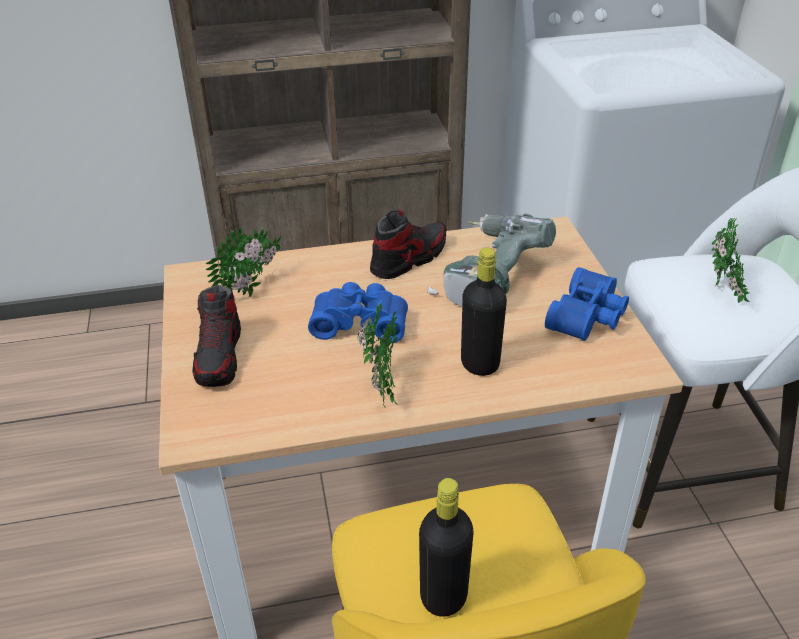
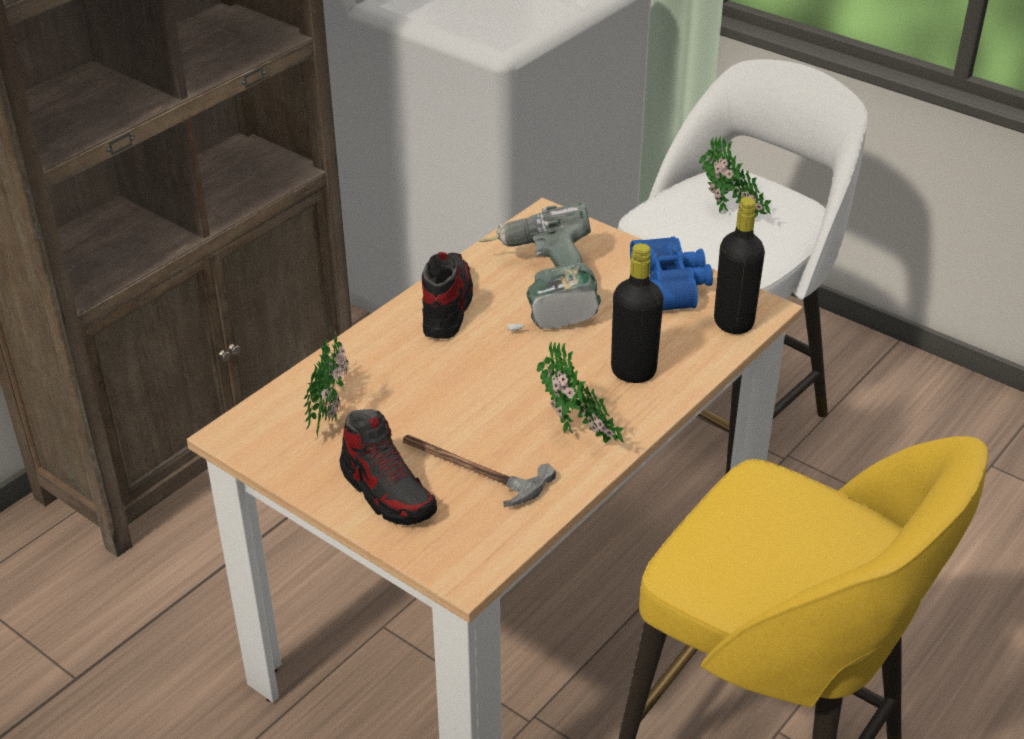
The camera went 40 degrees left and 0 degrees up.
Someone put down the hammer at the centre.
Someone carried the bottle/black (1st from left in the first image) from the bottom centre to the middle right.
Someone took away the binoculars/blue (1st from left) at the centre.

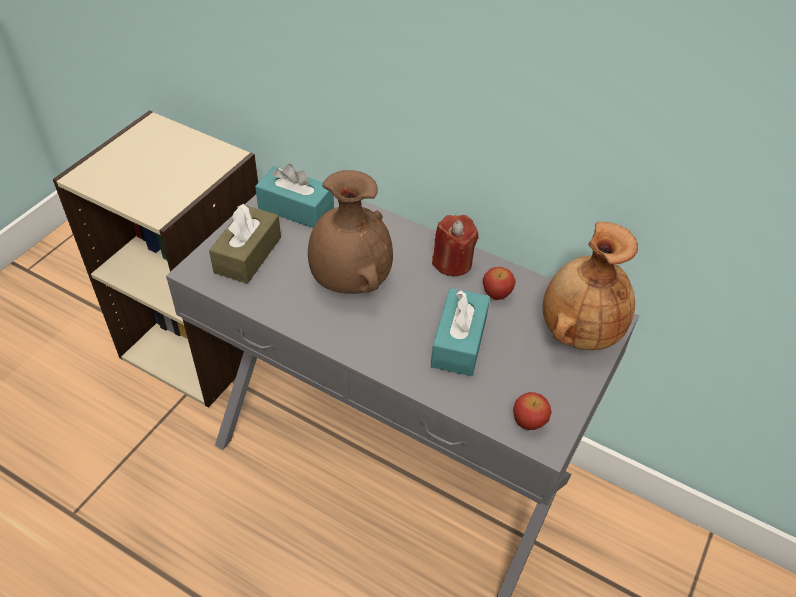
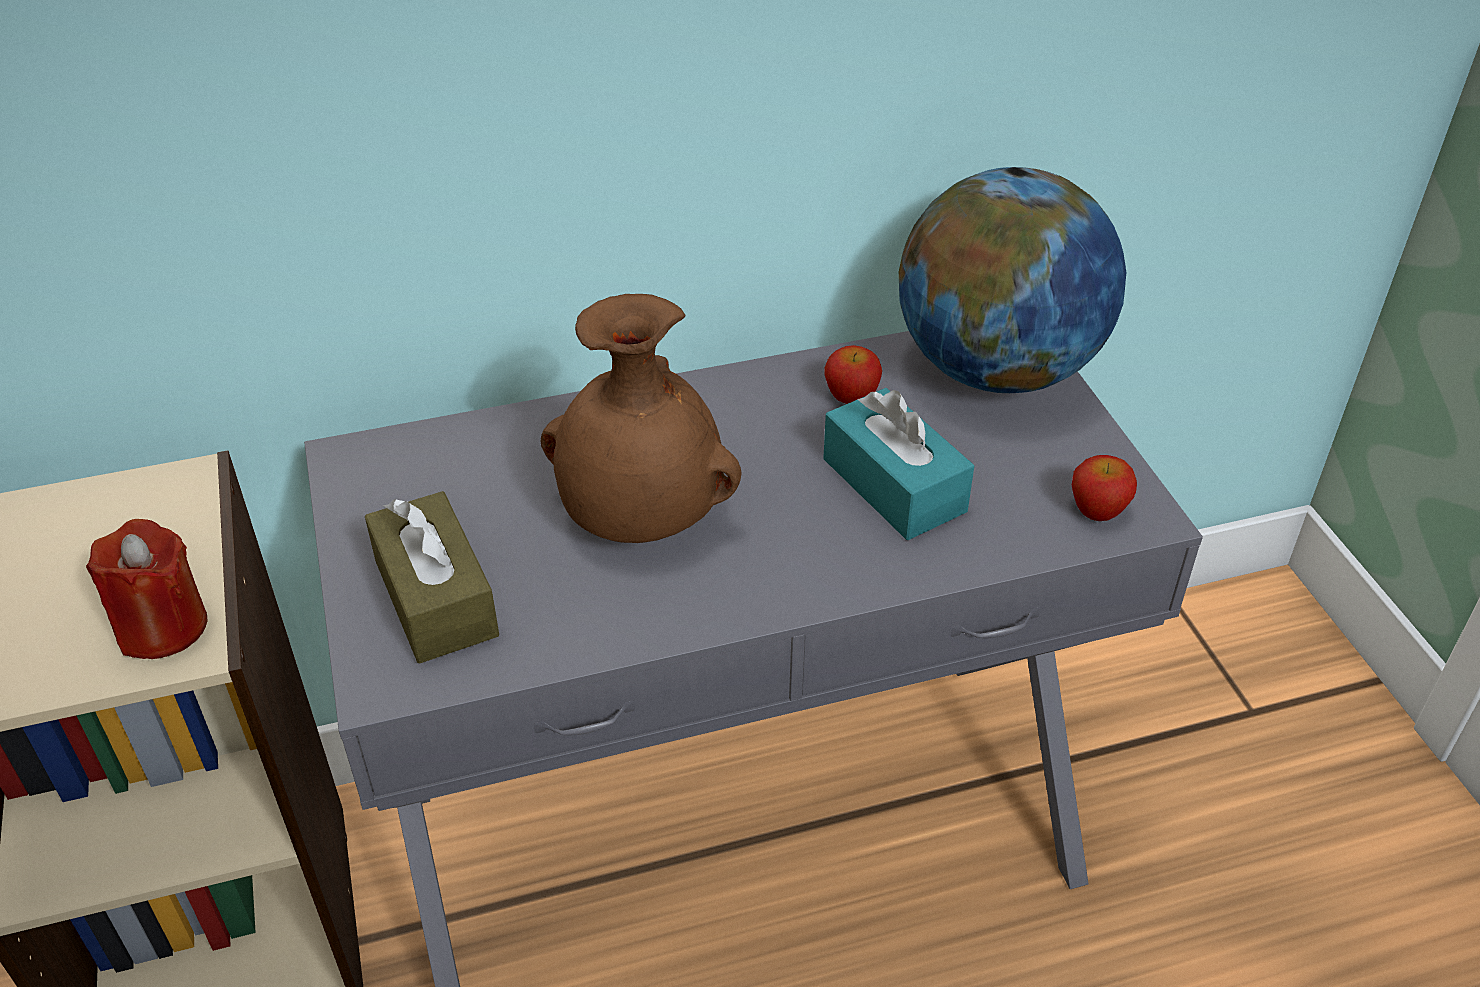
The camera went 45 degrees left and 5 degrees down.
Someone carried the candle/red from the centre to the middle left.
Someone swapped the vase/brown (2nd from left) at the middle right for the globe at the top right.
Someone took away the tissue box/turquoise (1st from left) at the top centre.

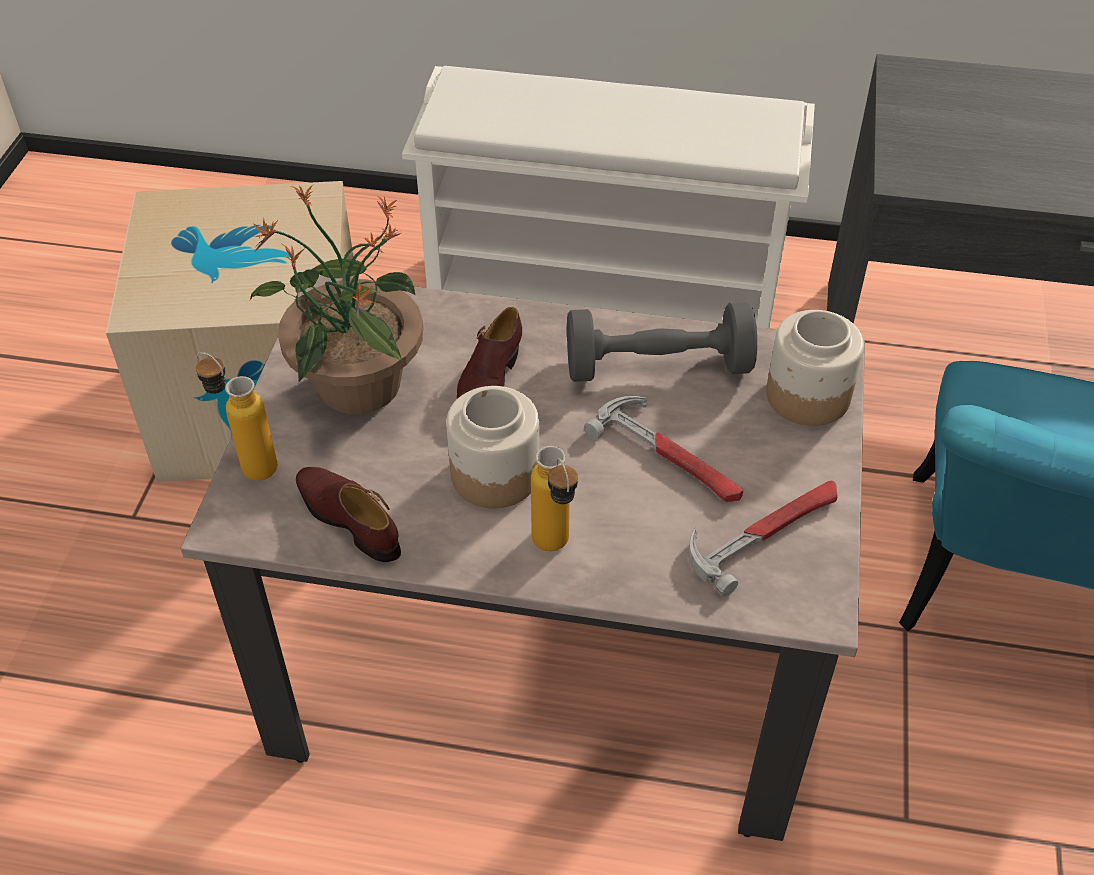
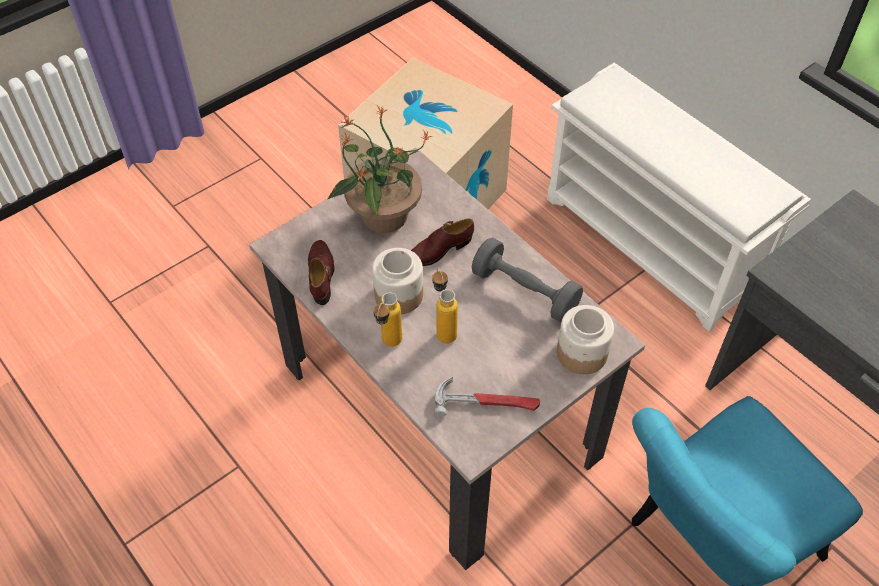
The camera went 40 degrees right and 5 degrees up.
Someone carried the bottle (1st from left in the first image) from the middle left to the centre.
Someone took away the hammer (1st from left) at the centre.

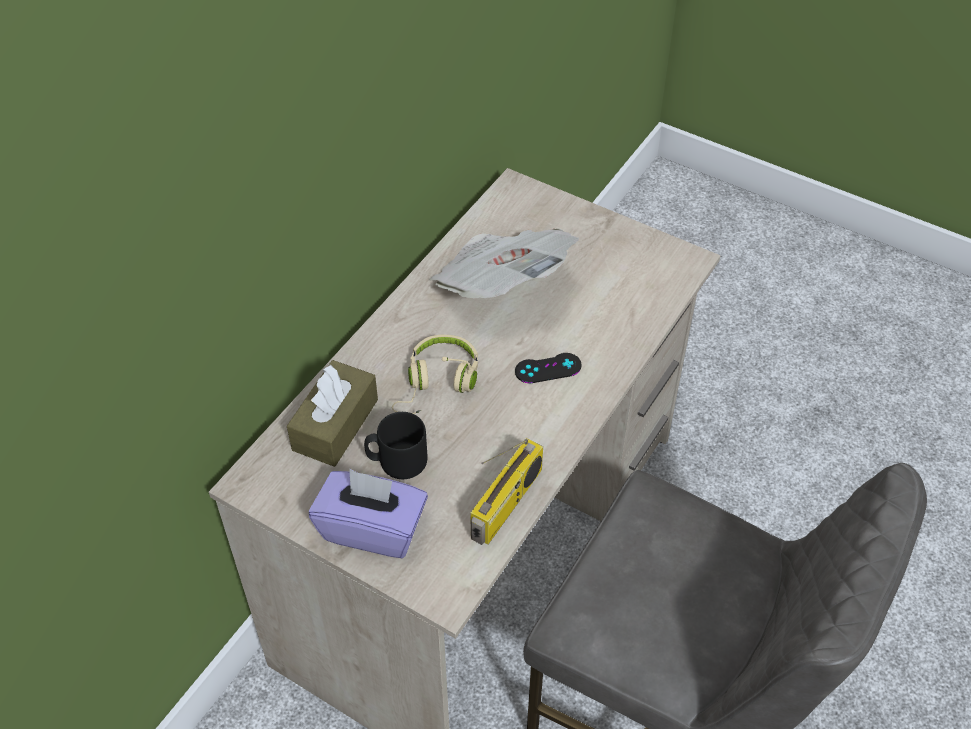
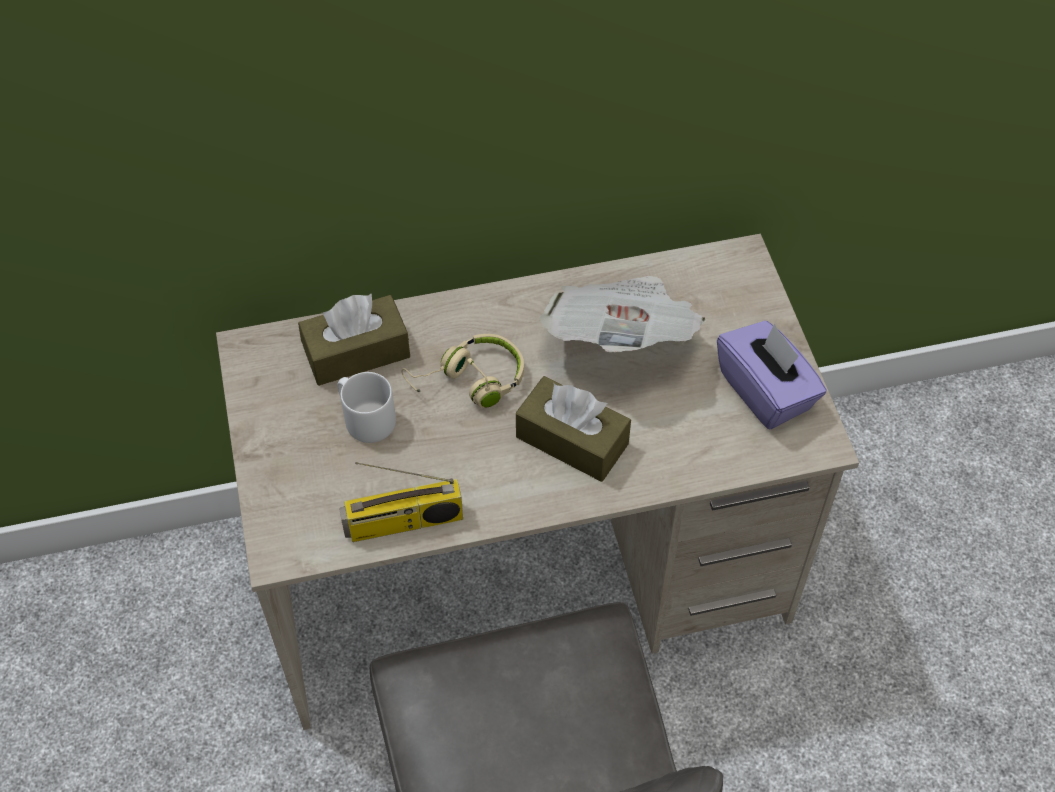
The camera went 45 degrees right and 5 degrees up.
Someone repainted the mug/black at the centre, which became the mug/white at the centre.
Someone swapped the game controller/black at the centre for the tissue box/brown (2nd from left) at the centre.
Someone carried the tissue box/purple from the bottom centre to the middle right.

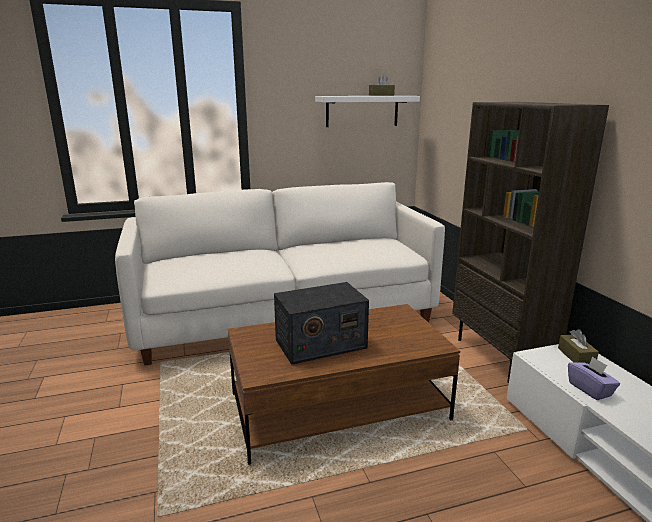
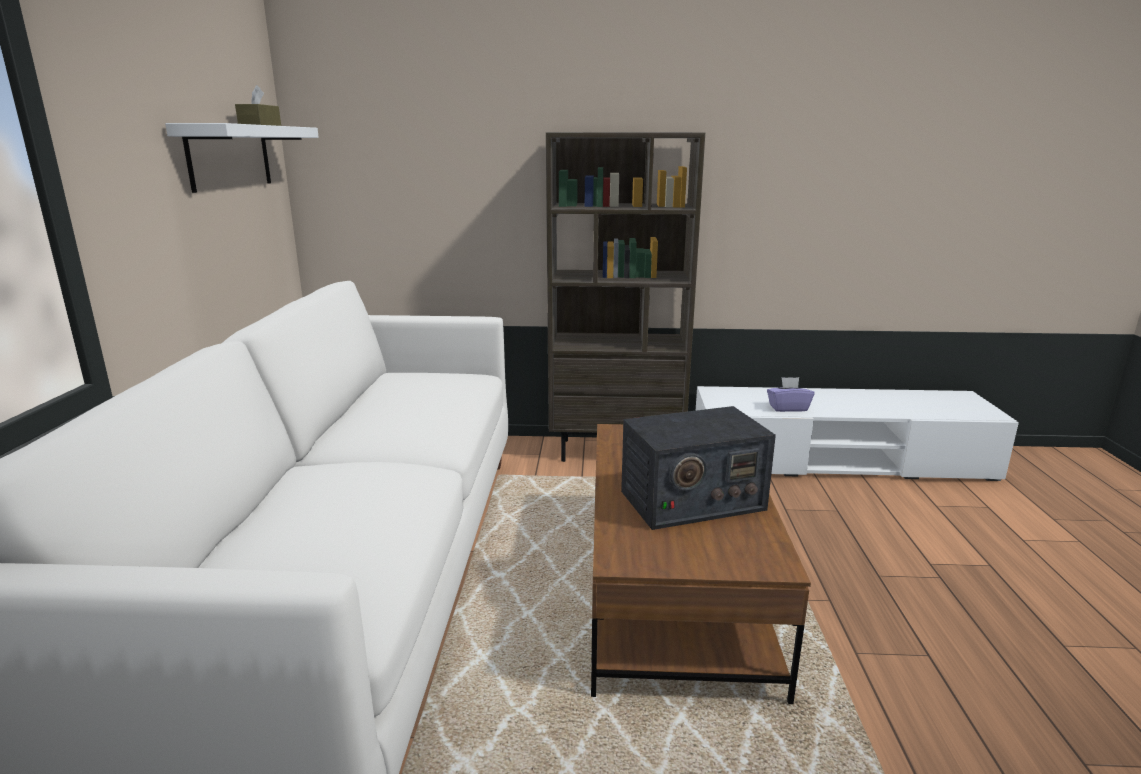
The camera went 70 degrees left and 0 degrees up.
Someone rotated the radio at the centre by 75 degrees clockwise.
Someone took away the tissue box/brown (2nd from left) at the middle right.

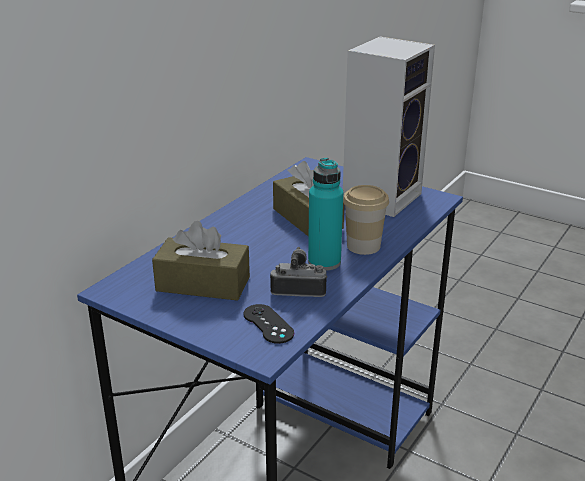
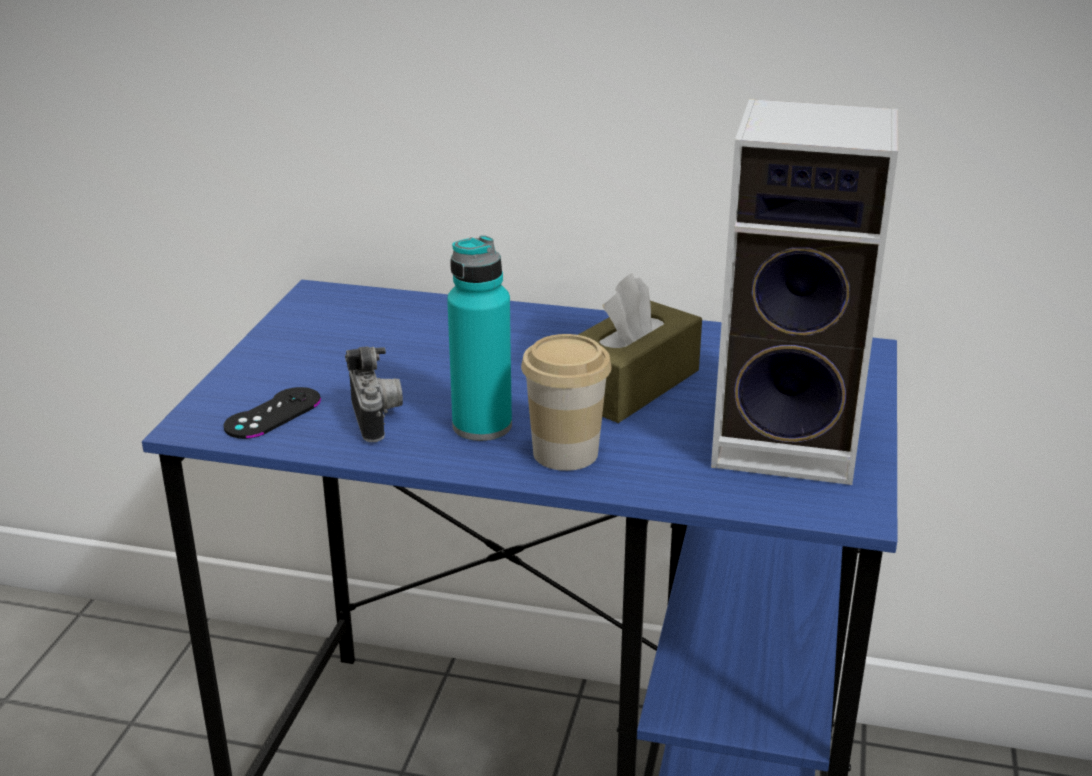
The camera went 70 degrees right and 0 degrees up.
Someone took away the tissue box/brown (1st from left) at the centre.

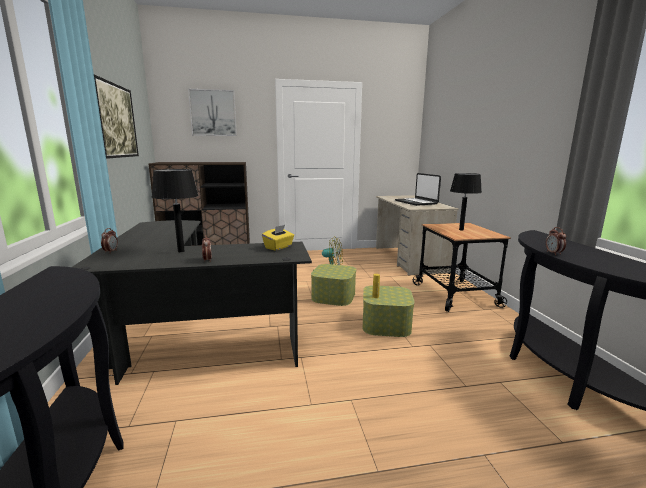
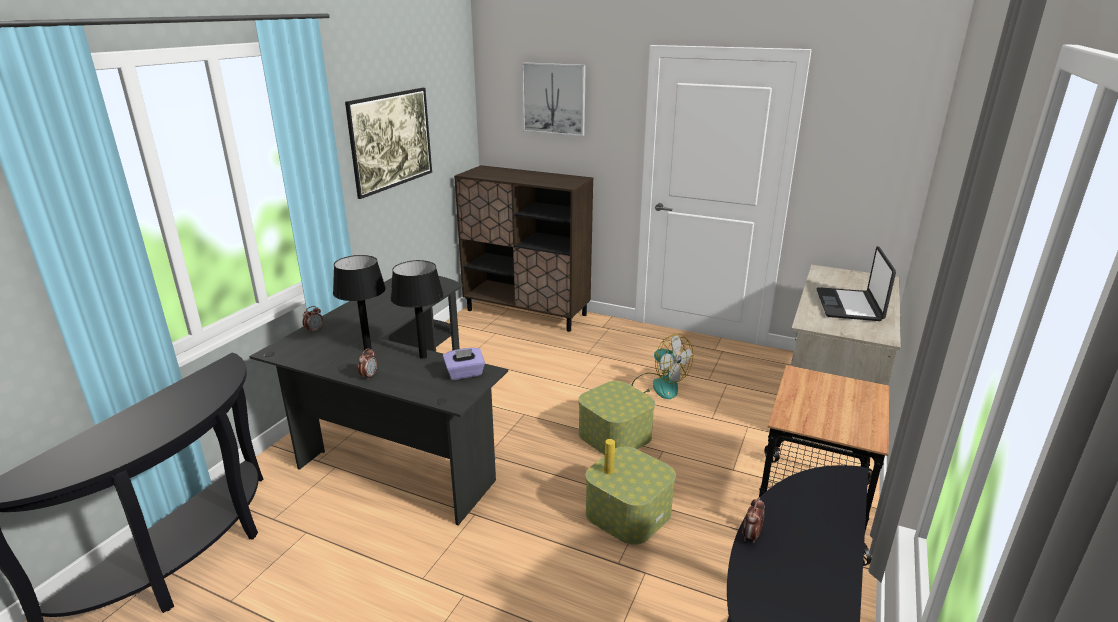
The camera went 35 degrees right and 10 degrees up.
Someone carried the table lamp/black (2nd from left) from the middle right to the centre.
Someone repainted the tissue box/yellow at the centre, which became the tissue box/purple at the centre.

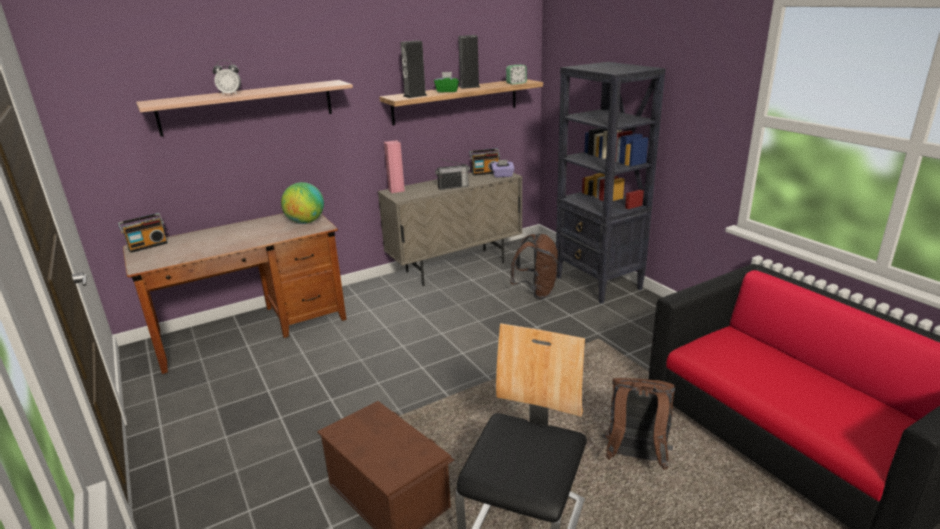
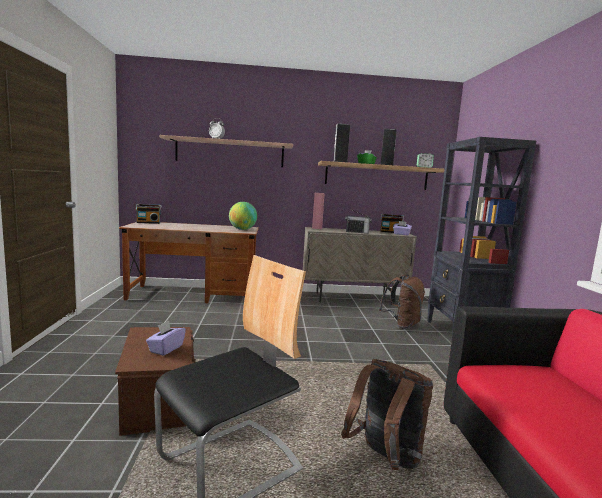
The camera went 25 degrees right and 15 degrees down.
Someone put down the tissue box/purple (1st from left) at the bottom left.

